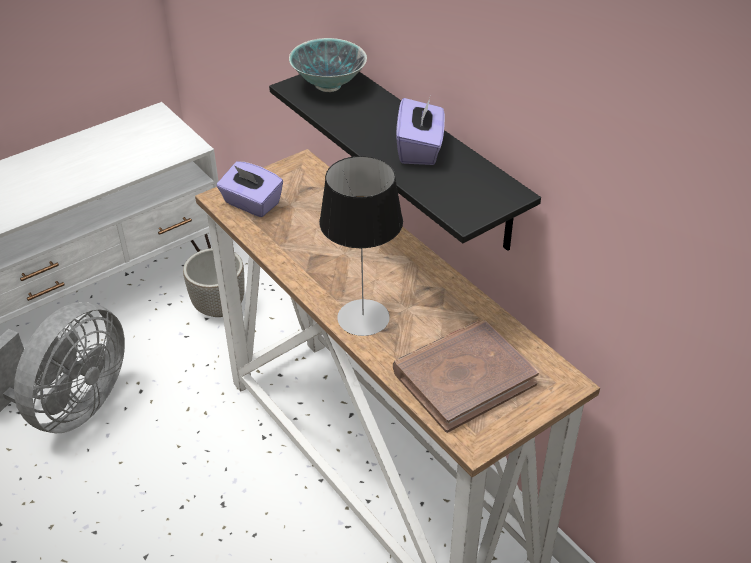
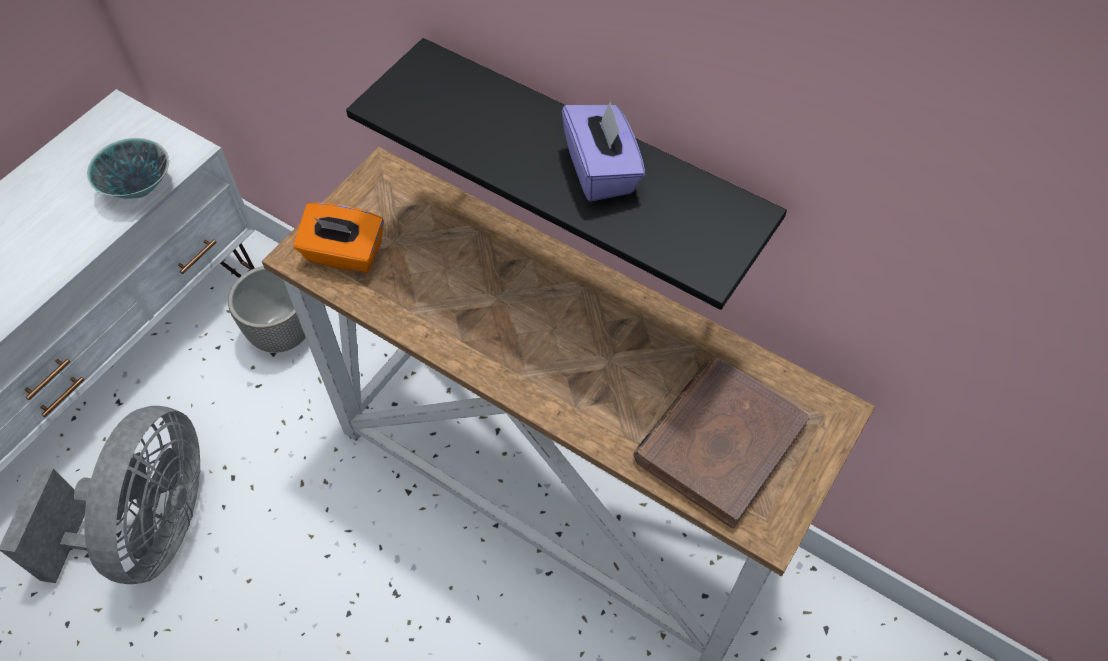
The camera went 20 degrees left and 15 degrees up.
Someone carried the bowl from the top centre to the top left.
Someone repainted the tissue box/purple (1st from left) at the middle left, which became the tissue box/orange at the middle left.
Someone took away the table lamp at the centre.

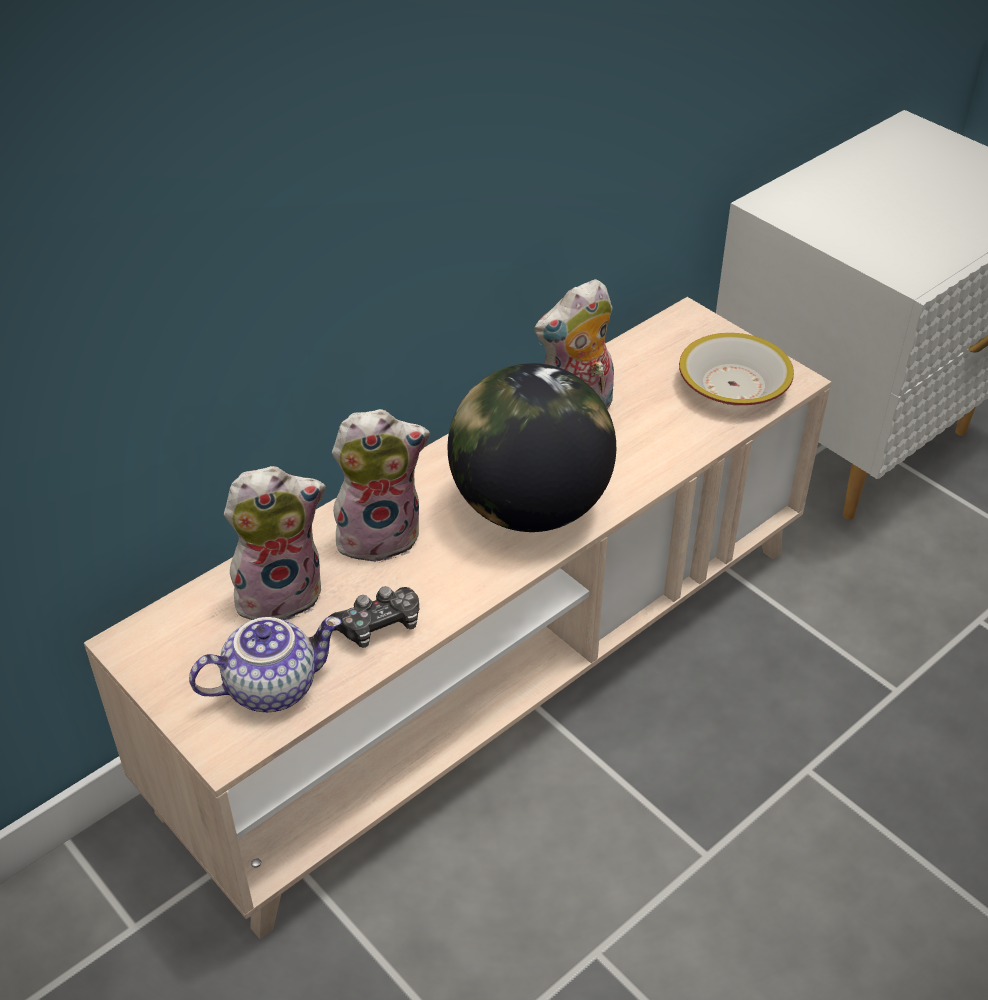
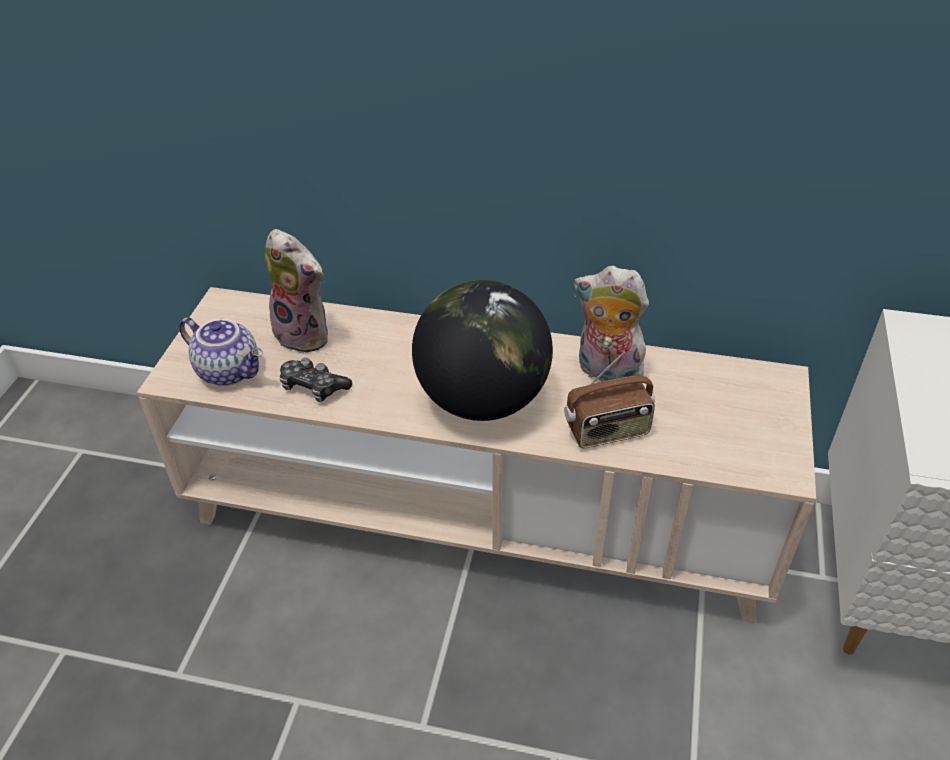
The camera went 55 degrees right and 0 degrees up.
Someone put down the radio at the centre.
Someone took away the plush toy (2nd from left) at the centre.
Someone took away the bowl at the middle right.

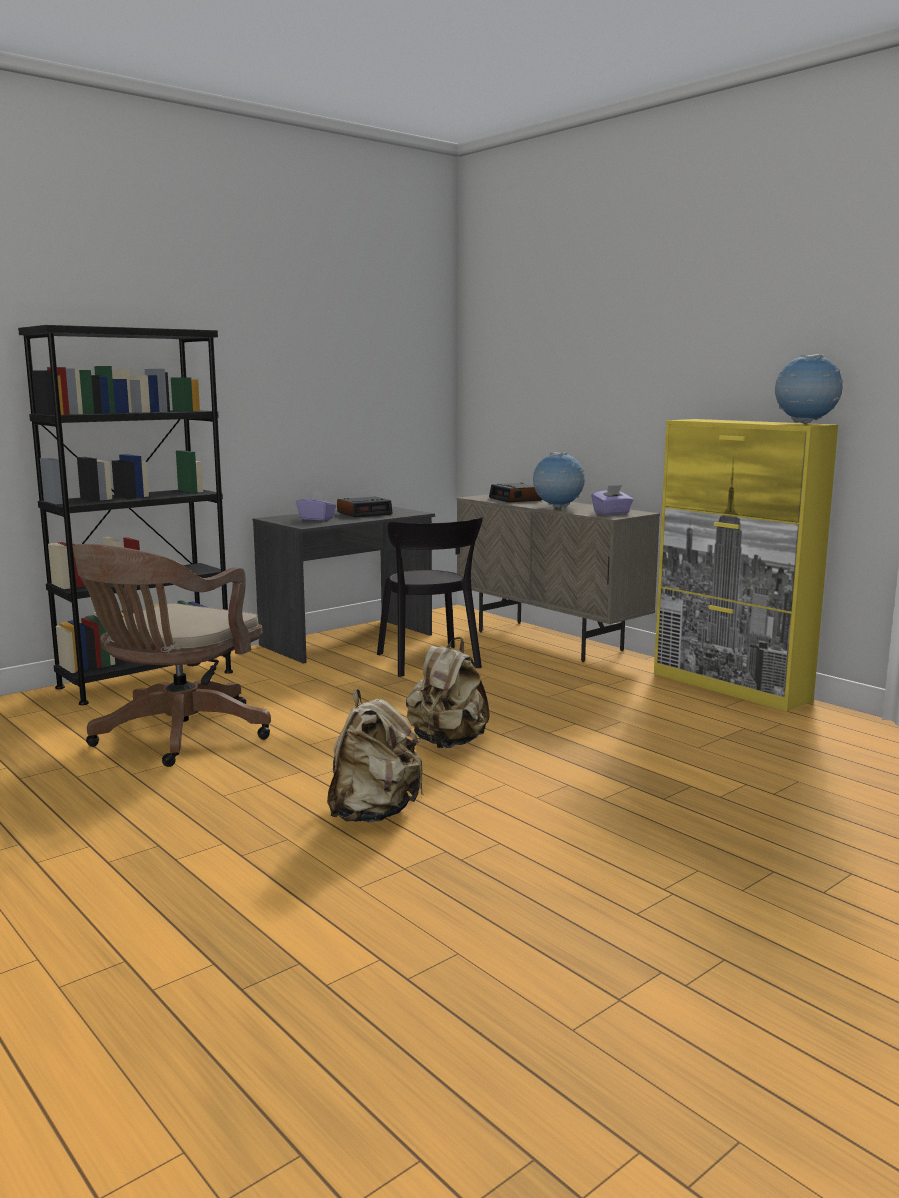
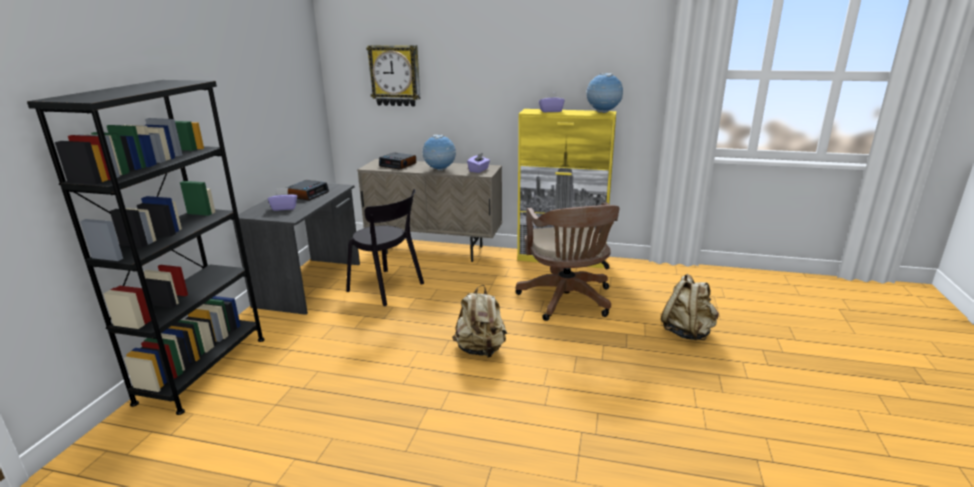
The camera went 35 degrees left and 10 degrees up.
Someone put up the wall clock at the top centre.
Someone carried the office chair/brown from the middle left to the centre.
Someone put down the tissue box/purple (3rd from left) at the top centre.
Someone carried the backpack/beige (1st from left in the first image) from the centre to the middle right.

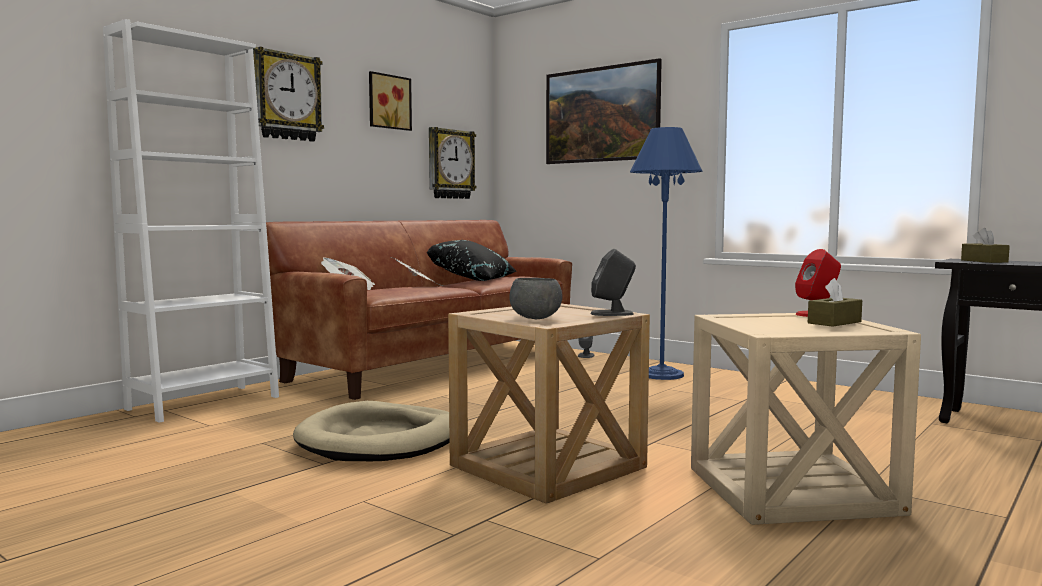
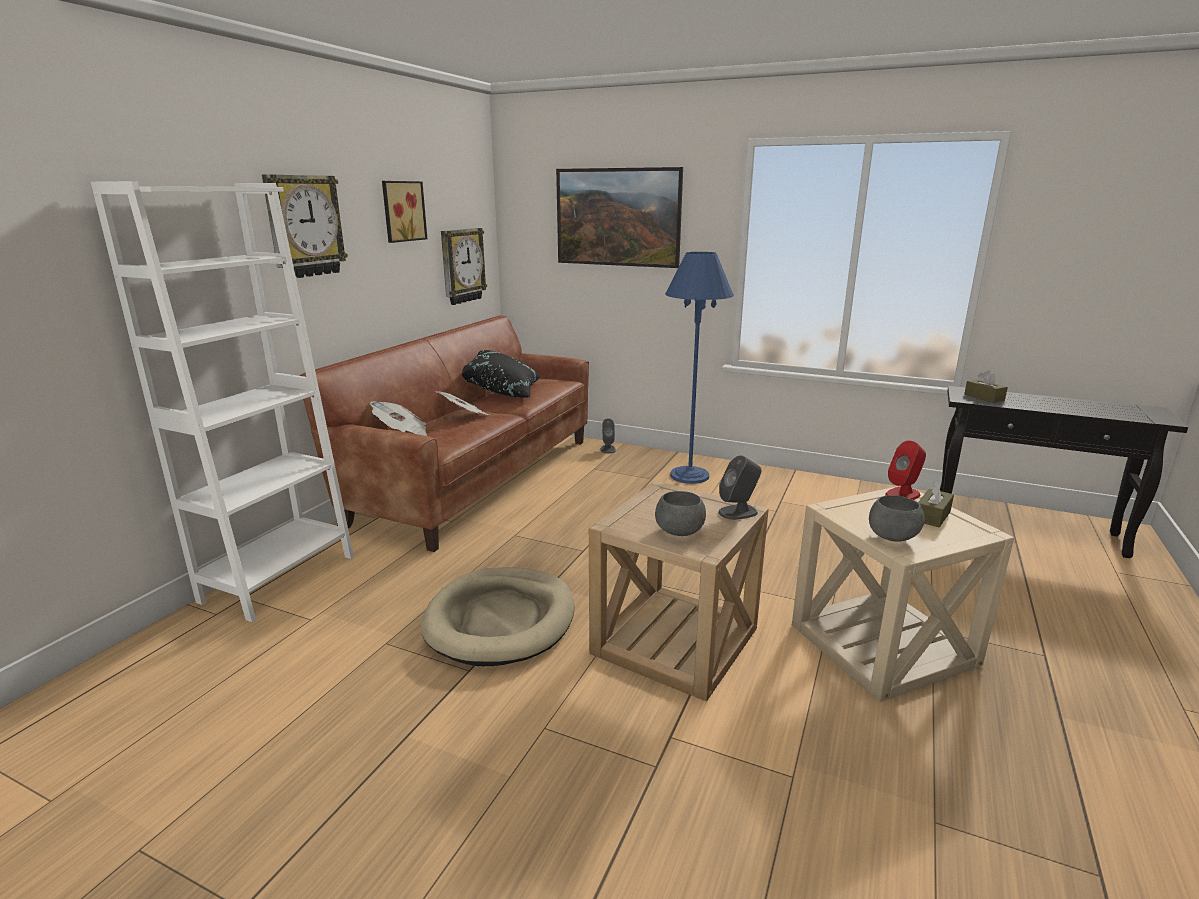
The camera went 15 degrees left and 15 degrees up.
Someone put down the bowl/grey (2nd from left) at the middle right.

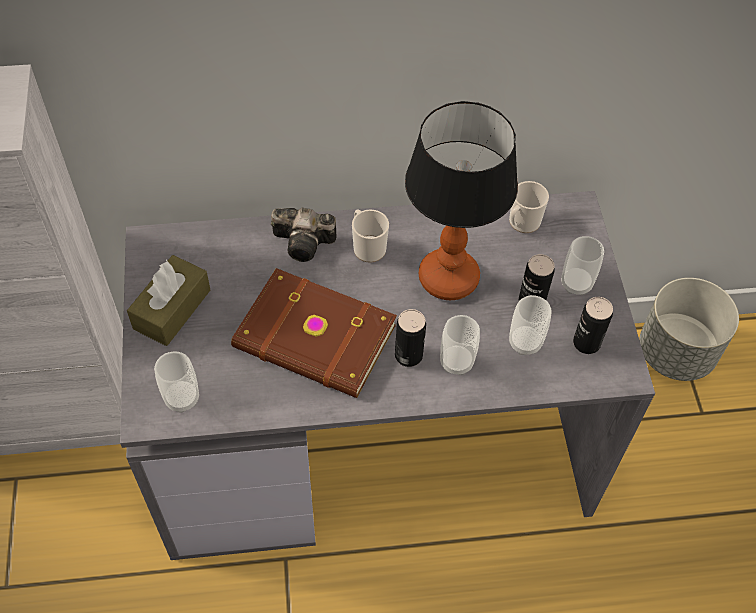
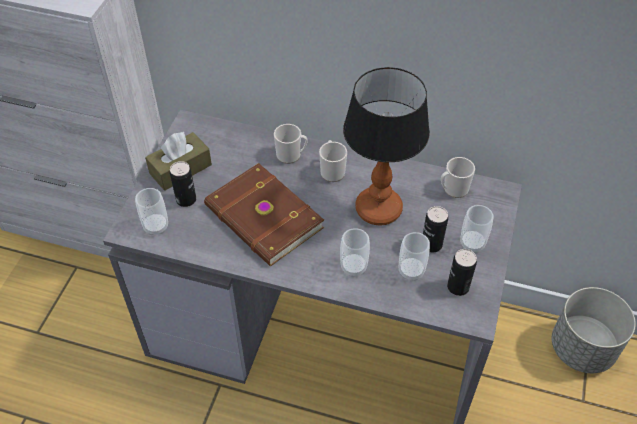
The camera went 25 degrees right and 5 degrees down.
Someone carried the can (1st from left) from the centre to the middle left.
Someone swapped the photo camera at the centre for the mug (1st from left) at the centre.

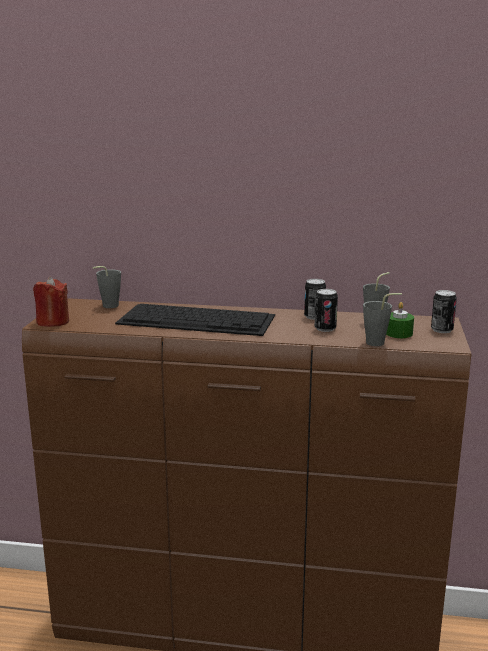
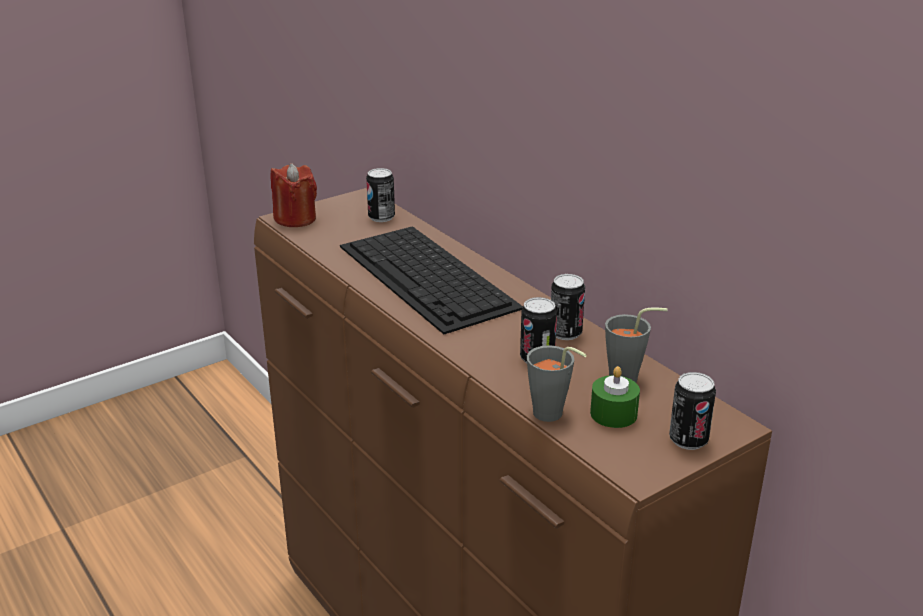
The camera went 45 degrees right and 10 degrees up.
Someone swapped the cup/grey (1st from left) at the middle left for the can (1st from left) at the top centre.

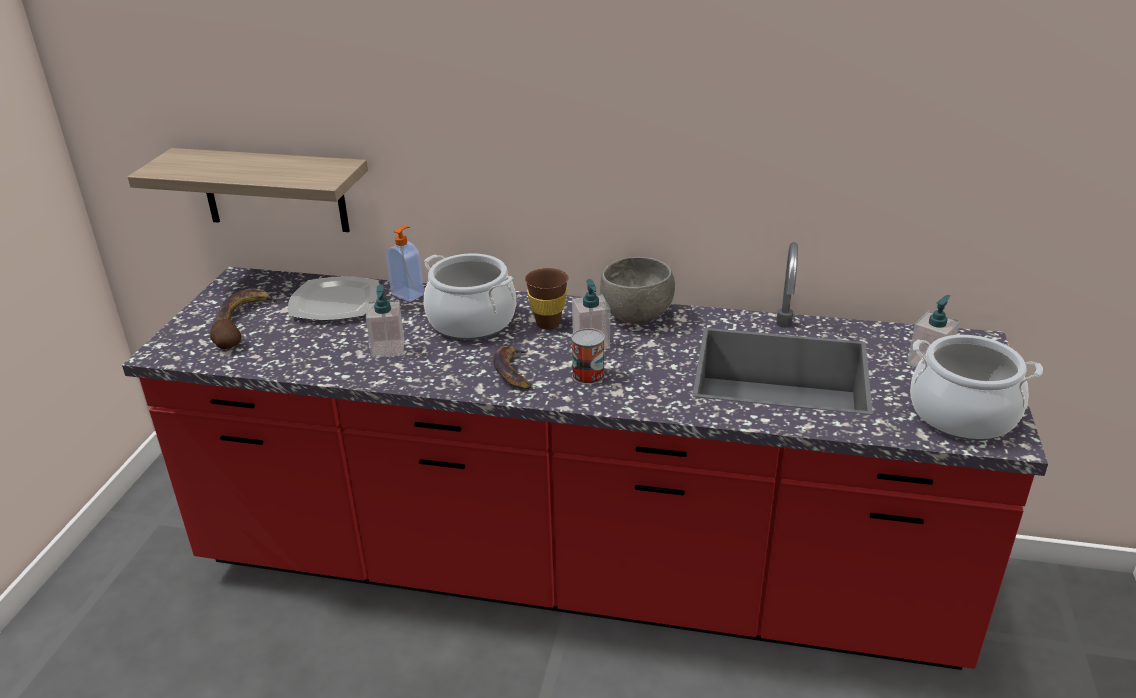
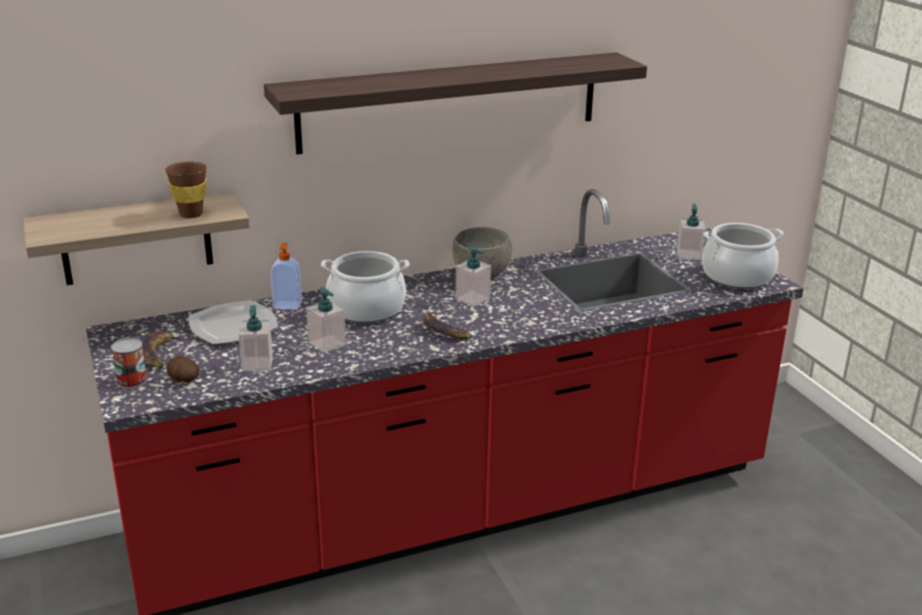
The camera went 35 degrees left and 5 degrees down.
Someone carried the can from the centre to the middle left.
Someone carried the cup/brown from the centre to the top left.
Someone put down the soap dispenser (1st from left) at the middle left.
Someone put up the shelf (2nd from left) at the top centre.

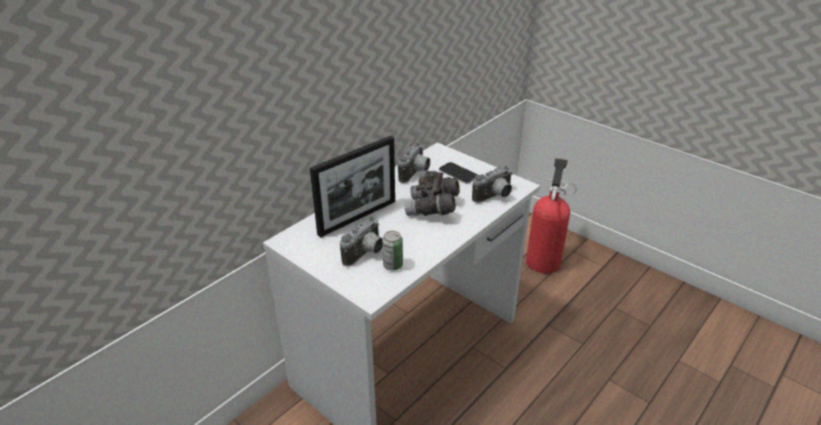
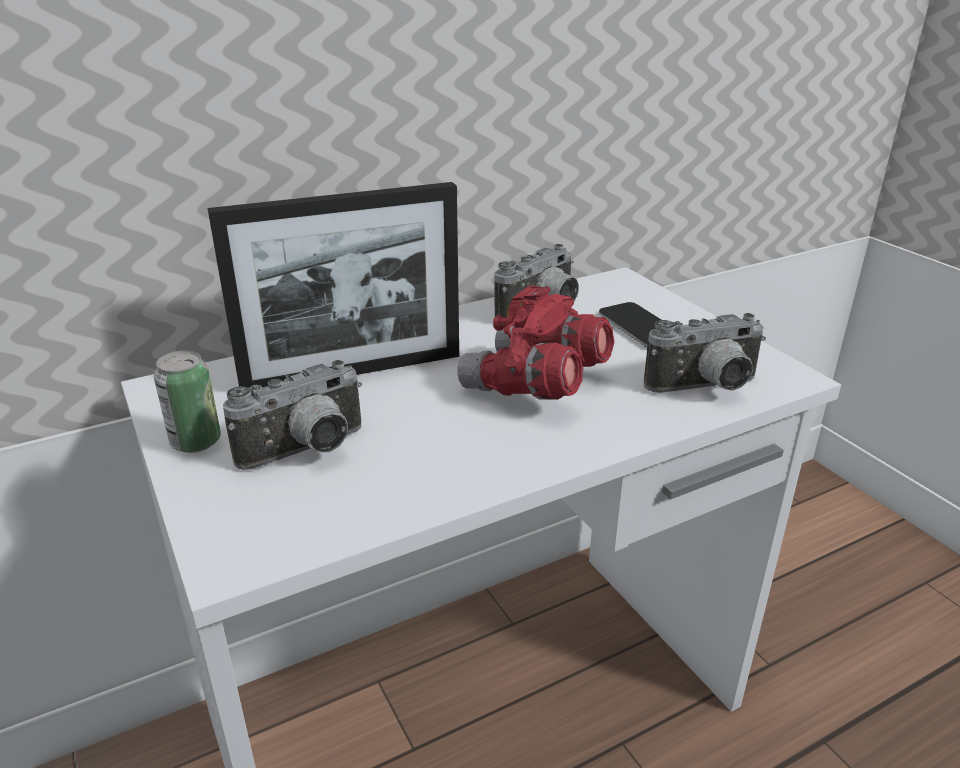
The camera went 20 degrees right and 5 degrees down.
Someone carried the can from the centre to the middle left.
Someone repainted the binoculars/grey at the centre, which became the binoculars/red at the centre.
Someone took away the fire extinguisher at the middle right.

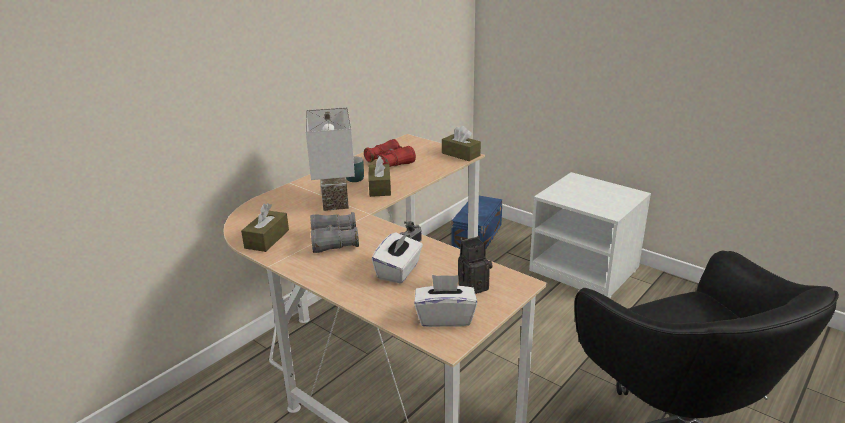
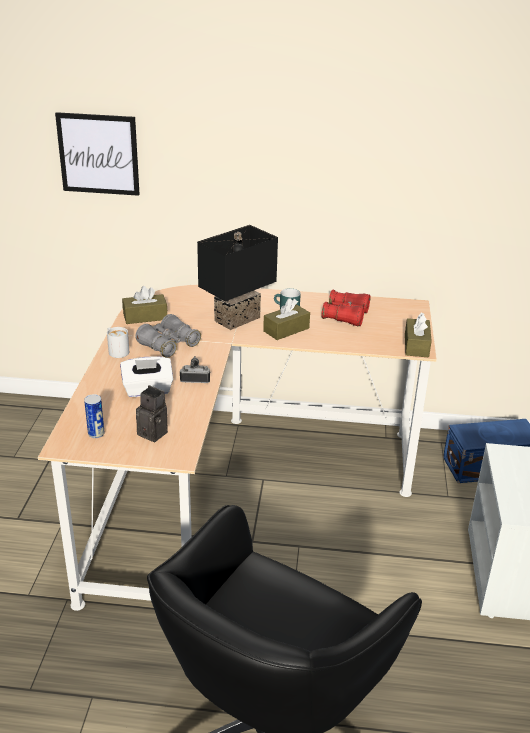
The camera went 55 degrees right and 5 degrees up.
Someone put up the picture at the top left.
Someone swapped the tissue box/white (2nd from left) at the bottom centre for the can at the middle left.
Someone put down the mug/white at the middle left.
Someone repainted the table lamp/white at the centre, which became the table lamp/black at the centre.

